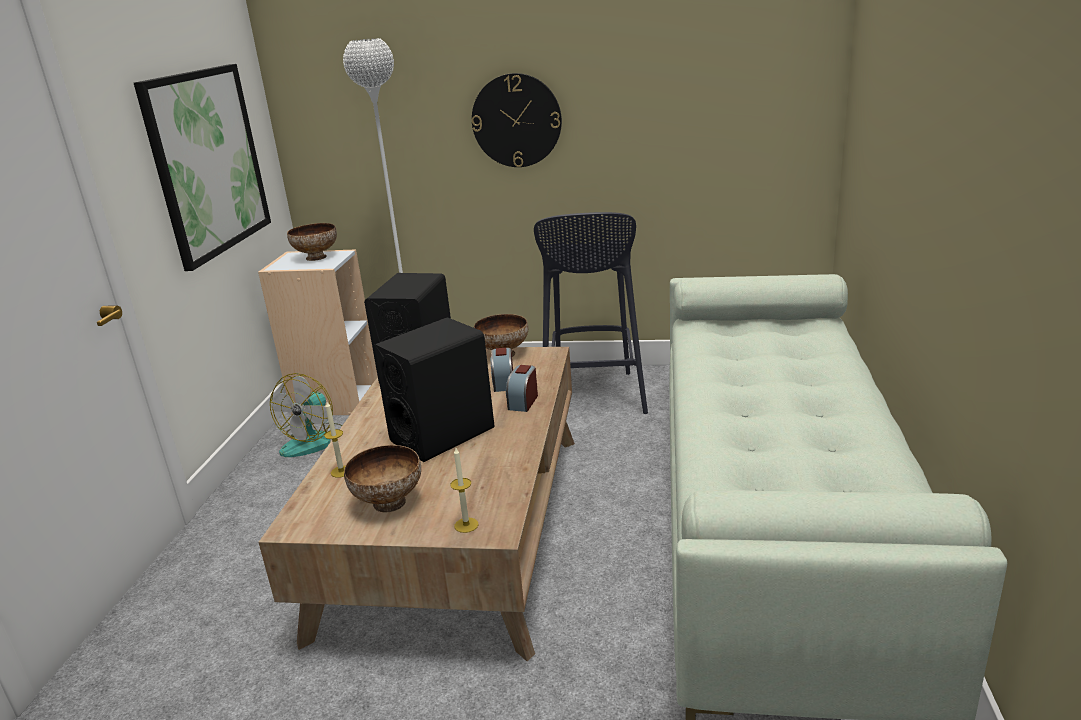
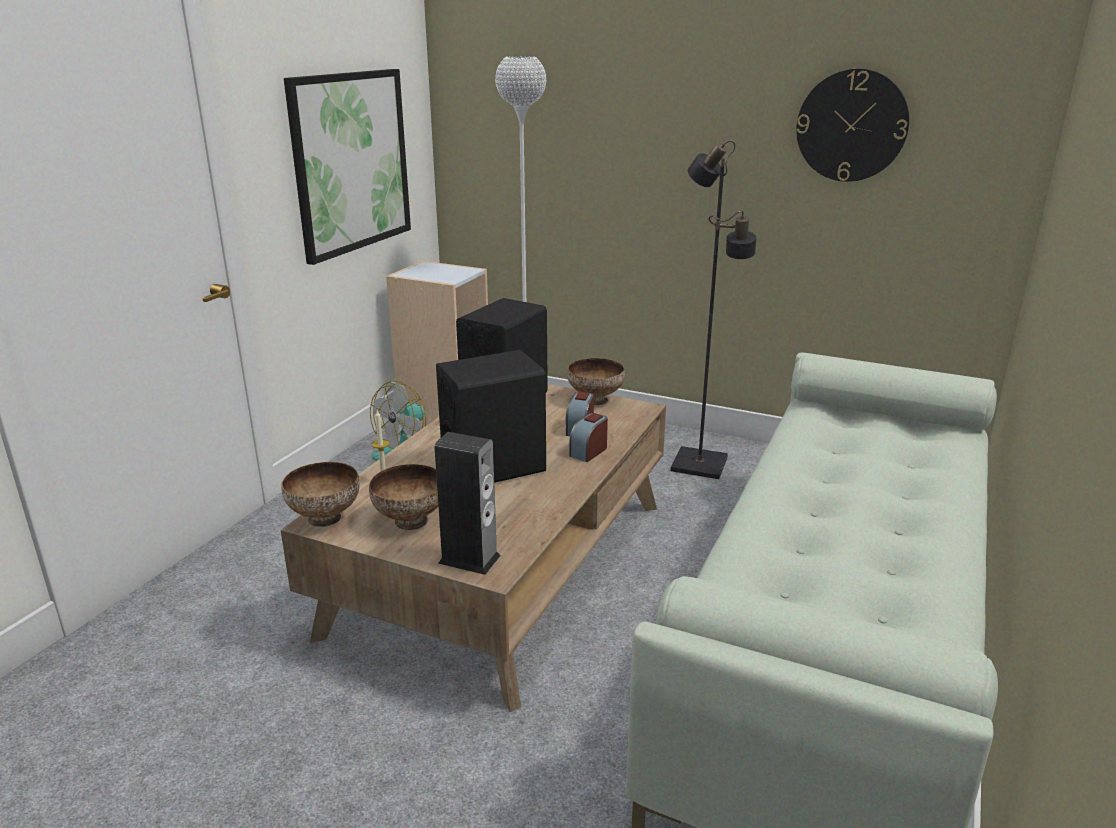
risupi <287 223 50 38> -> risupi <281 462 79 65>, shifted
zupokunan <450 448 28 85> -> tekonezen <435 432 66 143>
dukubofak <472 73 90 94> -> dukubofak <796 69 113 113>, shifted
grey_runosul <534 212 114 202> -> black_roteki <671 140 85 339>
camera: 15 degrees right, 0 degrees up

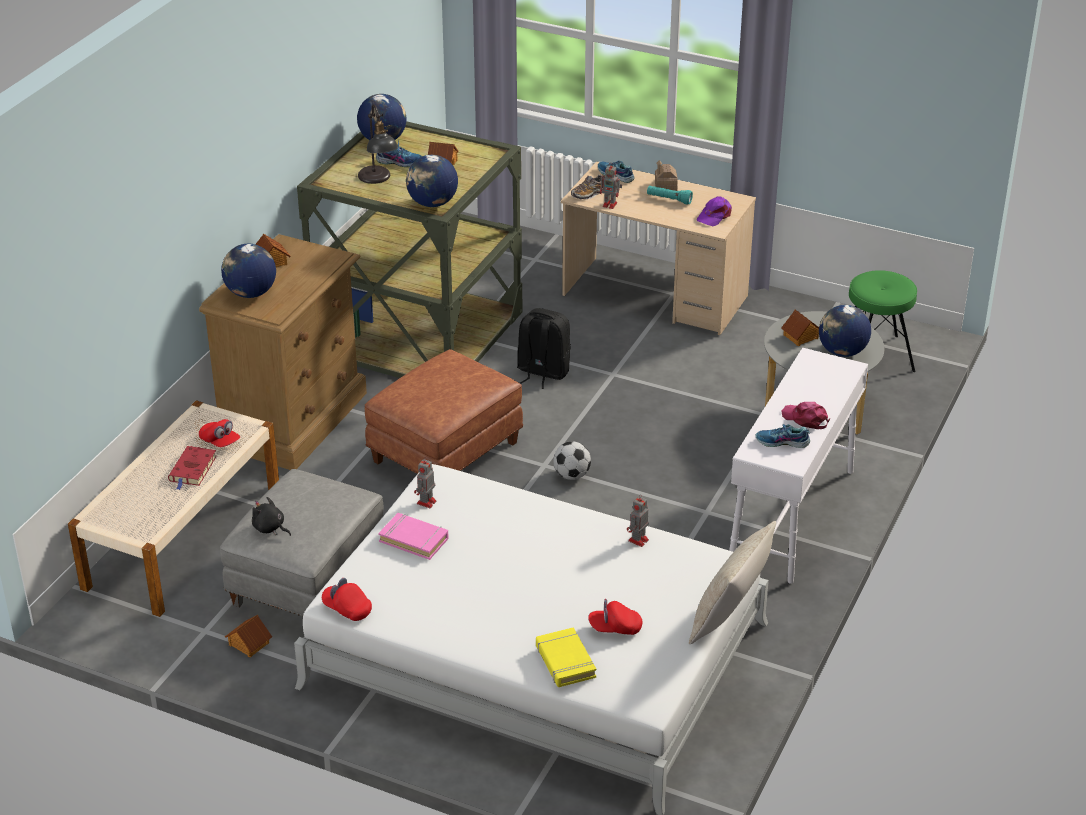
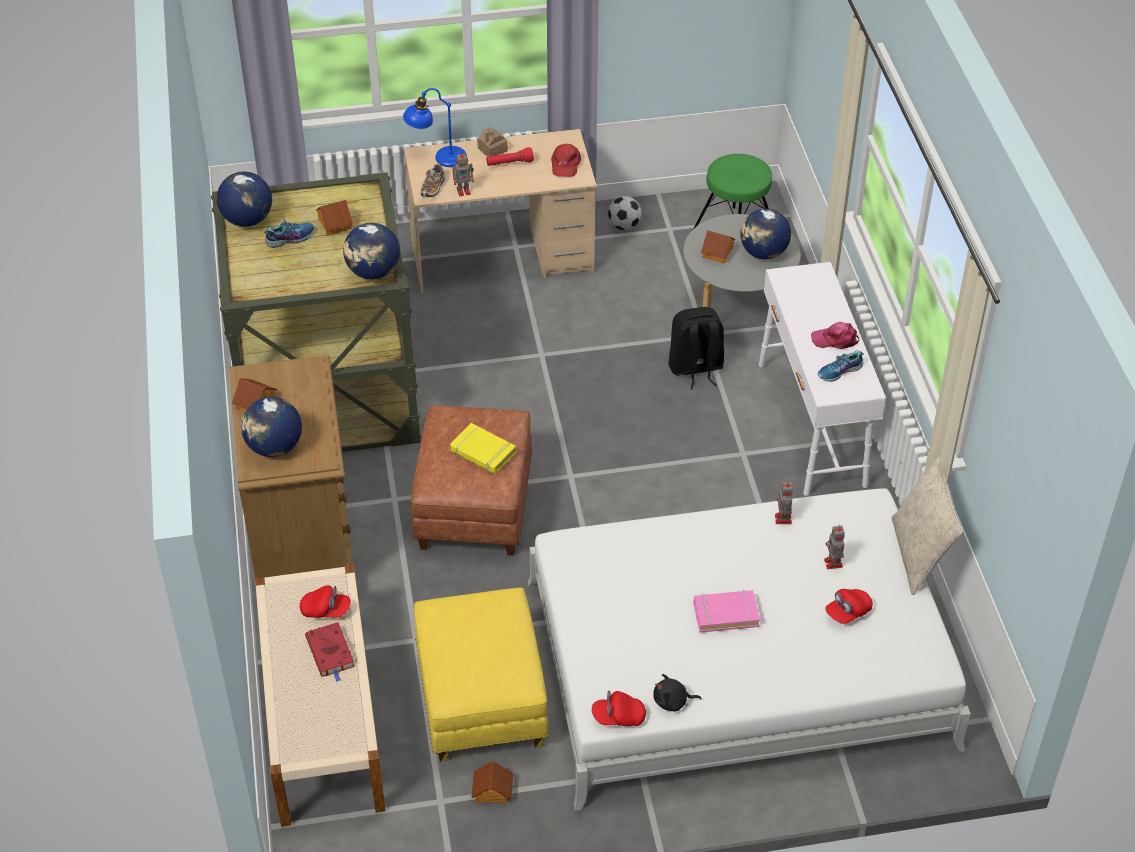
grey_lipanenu <220 469 164 148> -> yellow_lipanenu <414 588 135 174>
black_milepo <252 497 39 39> -> black_milepo <653 674 48 38>, shifted
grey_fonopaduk <358 104 40 80> -> none
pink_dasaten <378 513 71 47> -> pink_dasaten <694 590 66 43>, shifted
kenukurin <414 457 23 51> -> kenukurin <824 525 21 44>, shifted
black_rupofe <517 308 54 81> -> black_rupofe <668 307 56 83>, shifted
yellow_dasaten <536 627 60 60> -> yellow_dasaten <450 423 66 51>, shifted
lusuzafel <553 441 38 39> -> lusuzafel <608 196 34 34>, shifted
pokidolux <598 161 37 22> -> blue_fonopaduk <403 88 64 79>
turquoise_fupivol <647 186 46 19> -> red_fupivol <486 147 48 19>
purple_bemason <697 197 35 29> -> red_bemason <551 144 31 33>
camera: 35 degrees left, 10 degrees up

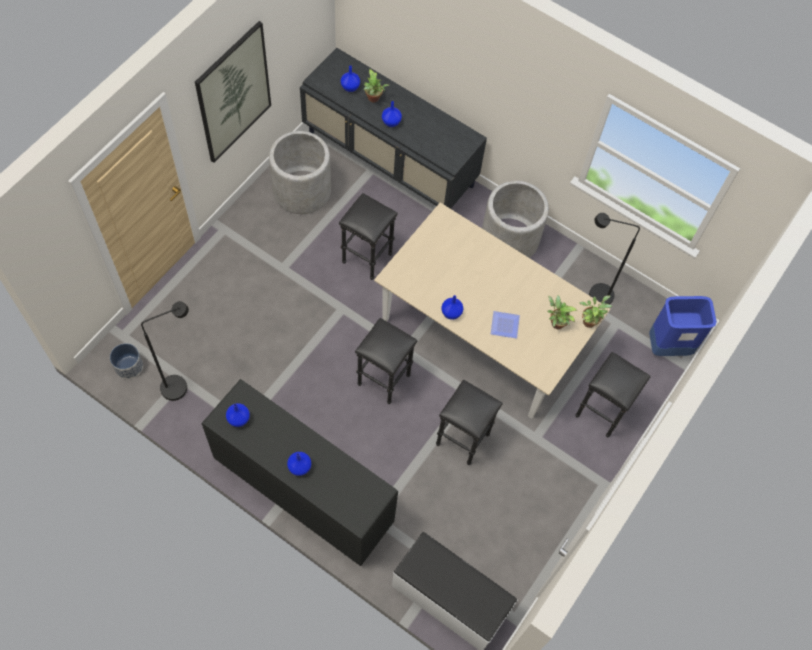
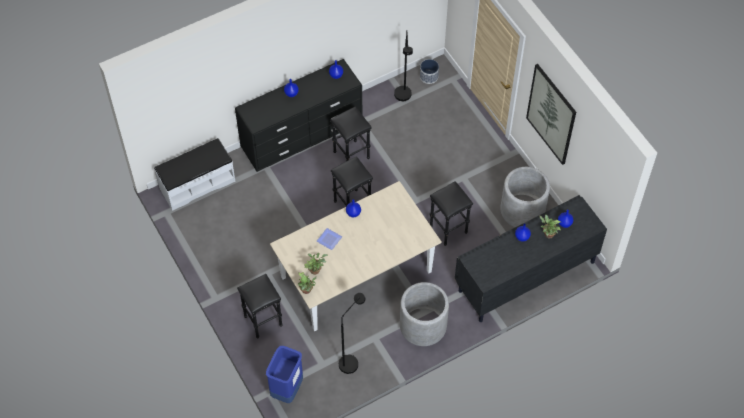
black_runosul <436 380 67 85> -> black_runosul <330 106 42 55>, shifted
camera: 120 degrees right, 5 degrees down

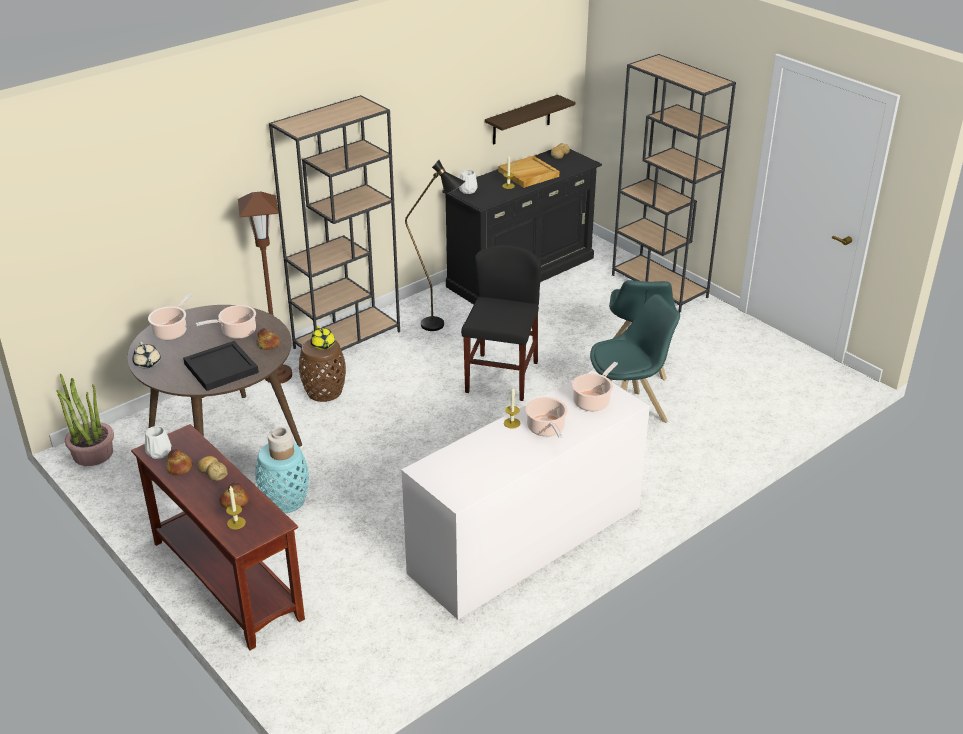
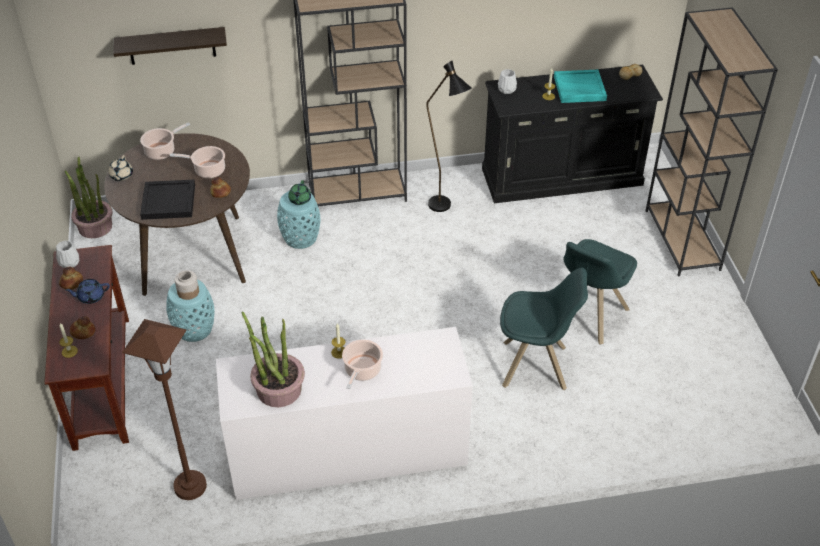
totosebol <198 456 29 25> -> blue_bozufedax <65 279 45 25>
brown_roteki <238 192 54 192> -> brown_roteki <122 319 85 181>, shifted
brown_runosul <299 339 47 63> -> turquoise_runosul <277 191 43 58>
yellow_bozufedax <310 326 25 24> -> green_bozufedax <288 180 23 25>
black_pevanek <461 245 80 156> -> none
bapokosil <485 95 90 49> -> bapokosil <113 27 114 38>, shifted
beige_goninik <498 156 61 32> -> turquoise_goninik <554 70 53 33>
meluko <572 362 46 49> -> none
none -> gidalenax <242 312 63 95>
camera: 30 degrees right, 10 degrees up

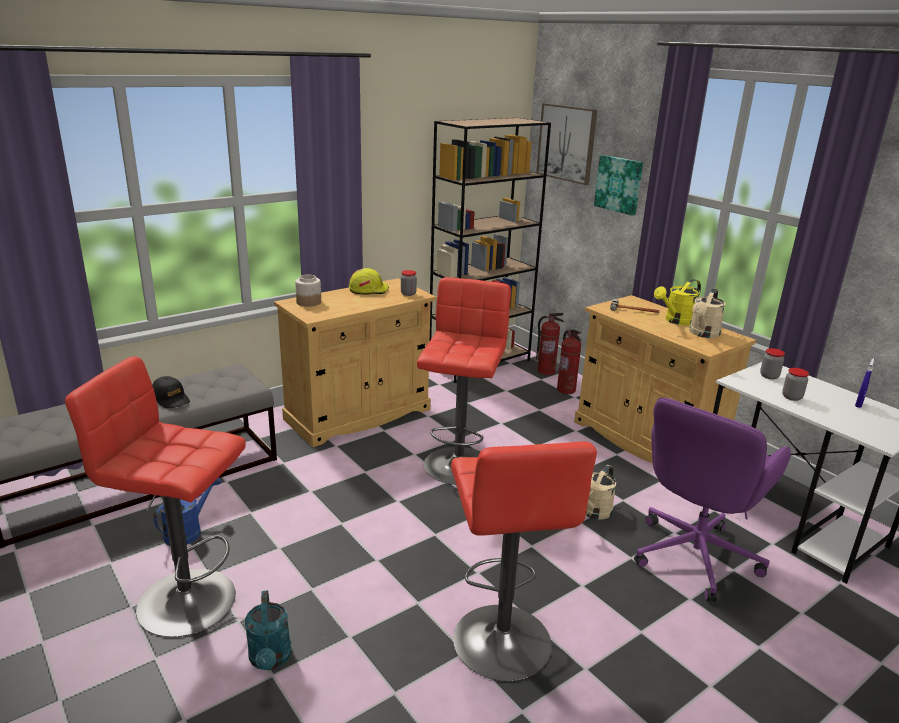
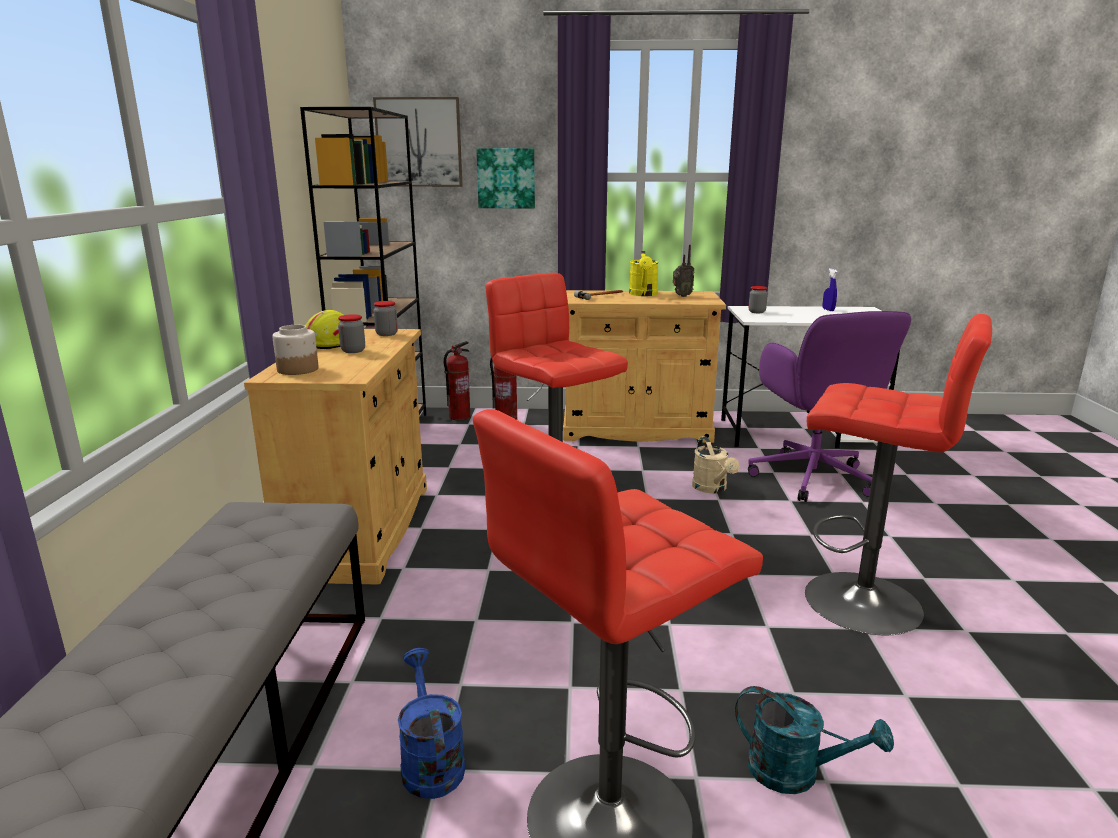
black_bemason <152 376 38 32> -> none
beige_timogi <689 288 37 50> -> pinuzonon <673 245 21 52>
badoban <782 368 27 33> -> badoban <338 314 27 39>, shifted
camera: 50 degrees left, 5 degrees down

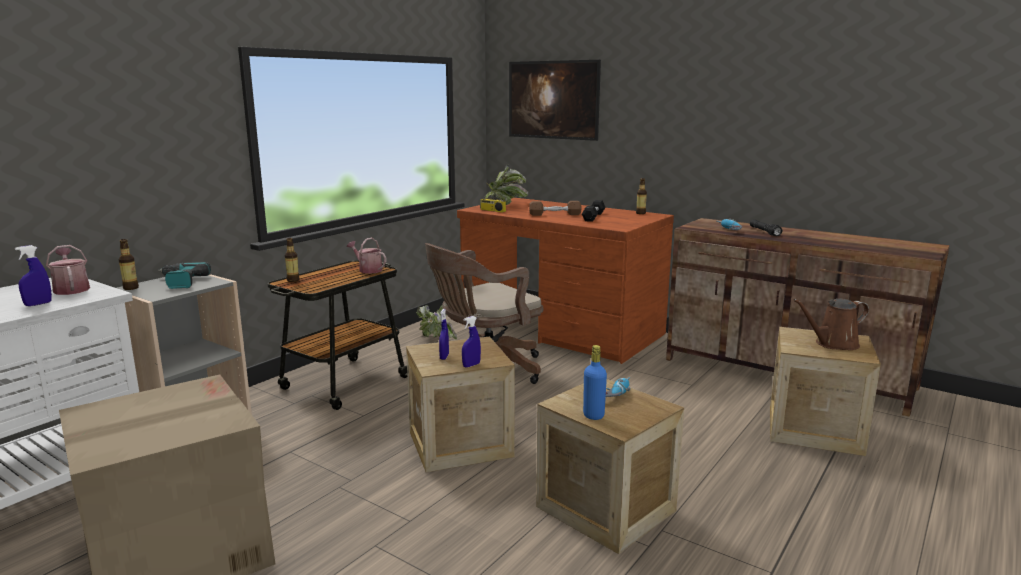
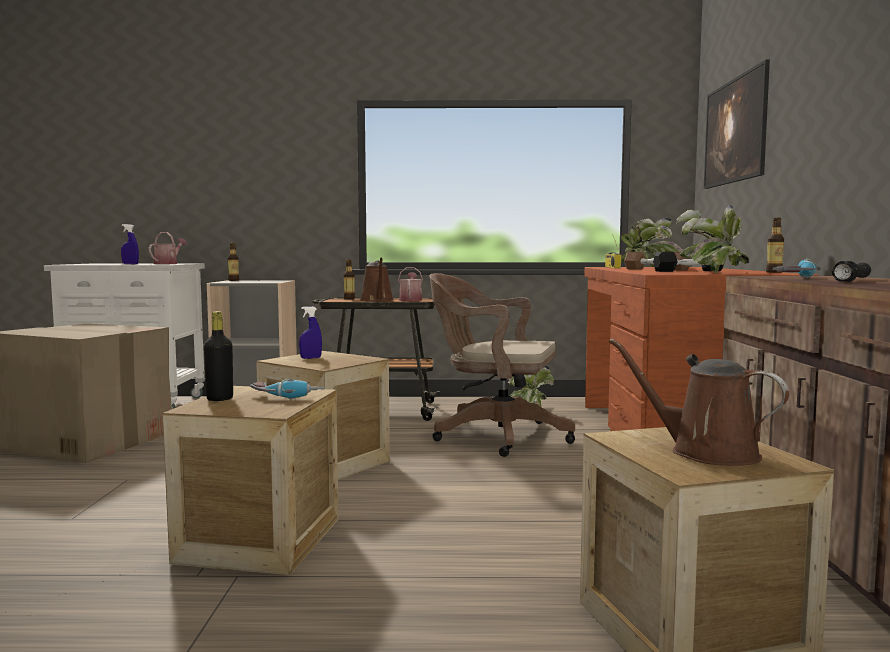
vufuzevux <158 262 53 27> -> none
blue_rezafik <462 316 19 52> -> none
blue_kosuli <583 345 24 75> -> black_kosuli <204 311 29 90>
none -> brown_timogi <360 258 34 44>
none -> gidalenax <676 205 73 68>
camera: 55 degrees right, 10 degrees down

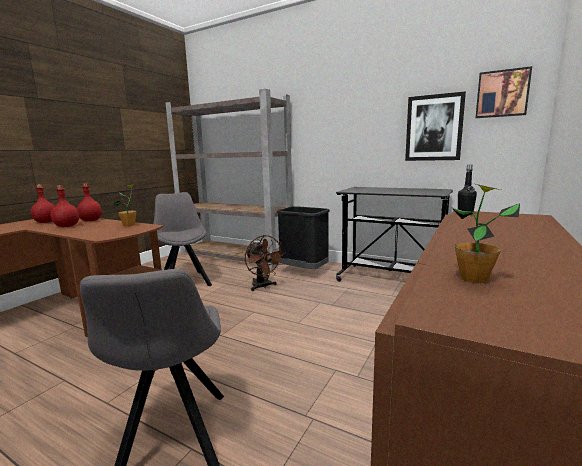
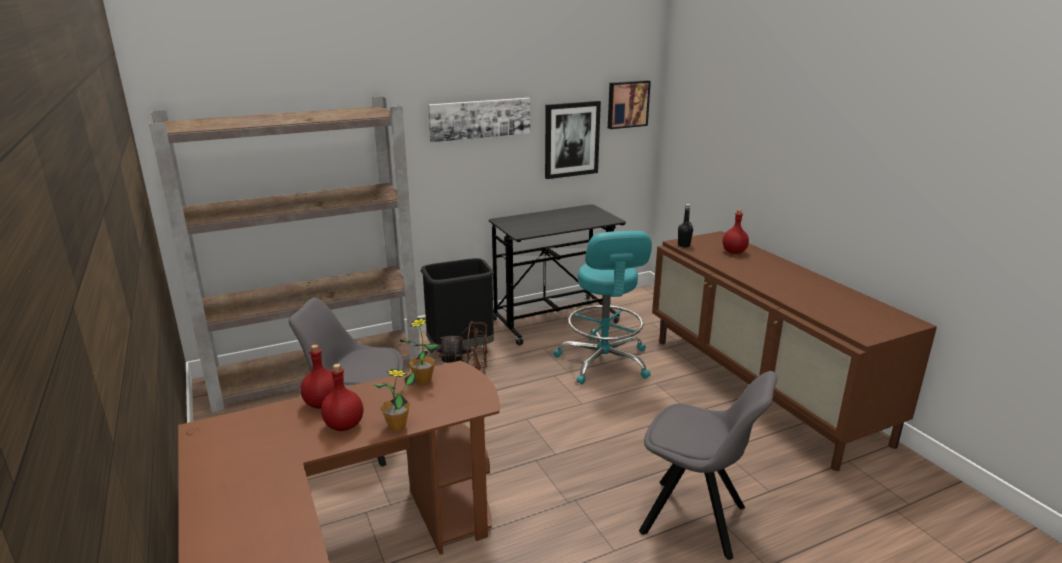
red_kosuli <31 184 24 39> -> red_kosuli <723 209 26 45>, shifted
gidalenax <451 183 69 100> -> gidalenax <371 369 45 62>, shifted
none -> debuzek <428 98 102 44>
none -> turquoise_runosul <553 231 99 153>
camera: 55 degrees left, 10 degrees up

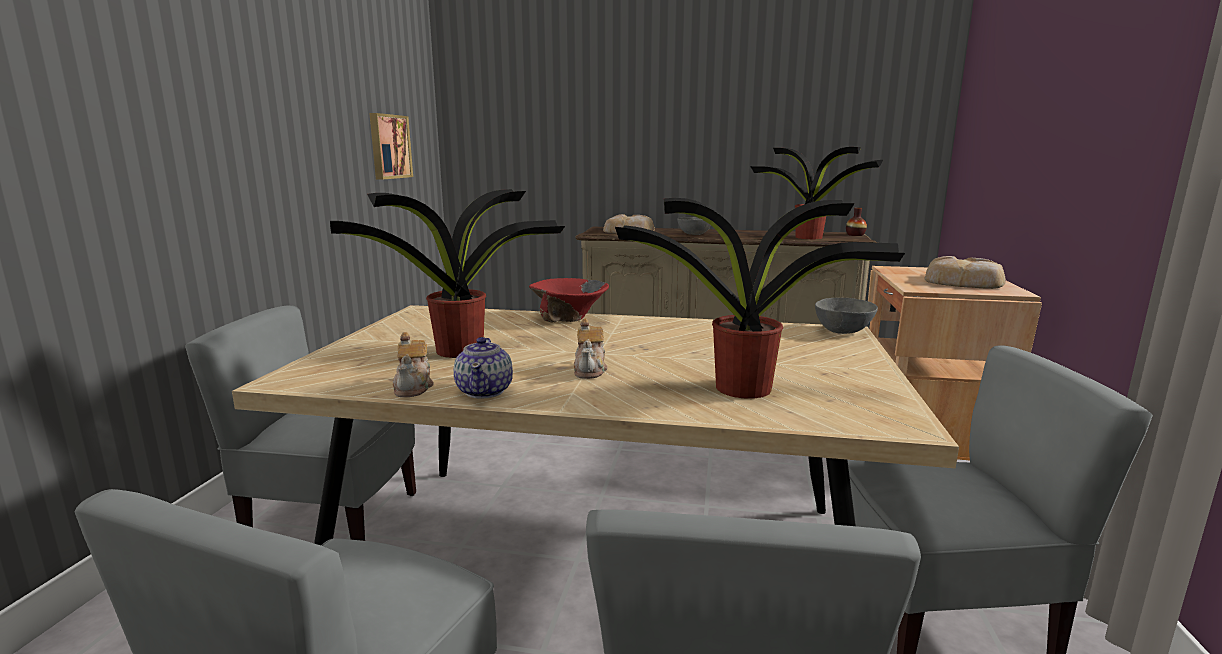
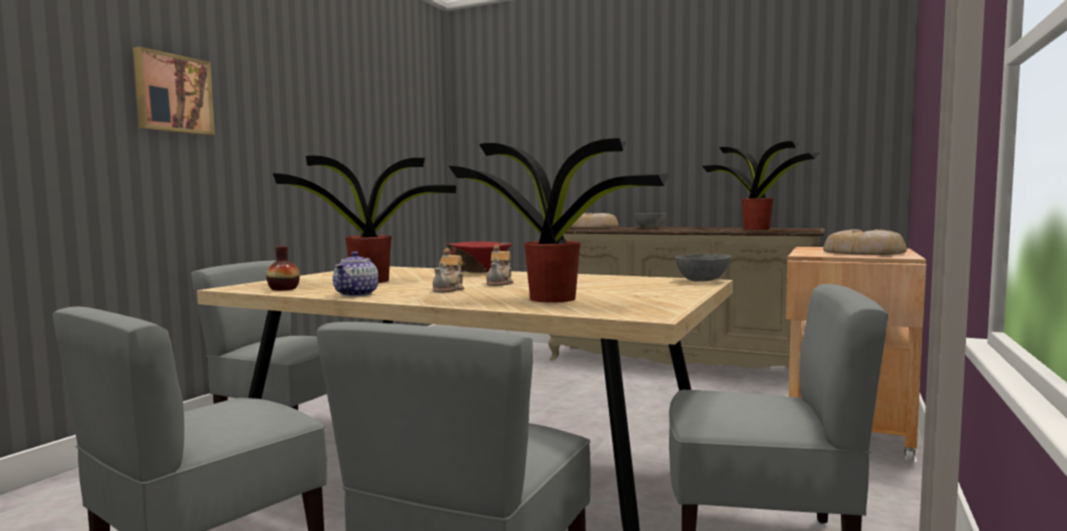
debuzek <369 113 44 67> -> debuzek <133 46 82 89>, shifted
bozufedax <393 332 41 65> -> bozufedax <486 245 27 41>, shifted
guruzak <846 208 21 28> -> guruzak <267 246 33 45>, shifted
camera: 15 degrees right, 10 degrees down

